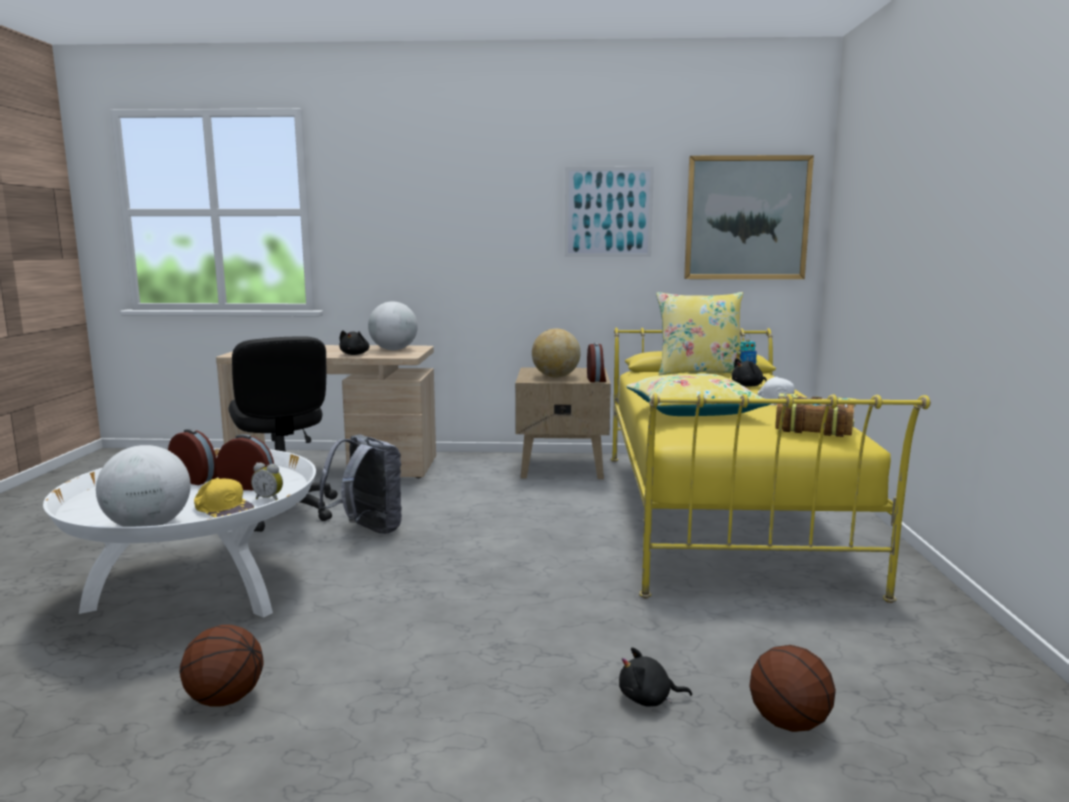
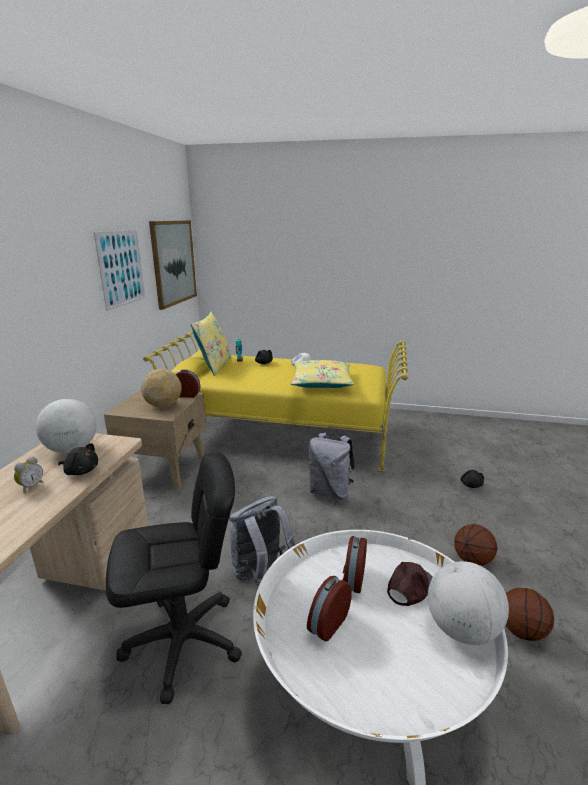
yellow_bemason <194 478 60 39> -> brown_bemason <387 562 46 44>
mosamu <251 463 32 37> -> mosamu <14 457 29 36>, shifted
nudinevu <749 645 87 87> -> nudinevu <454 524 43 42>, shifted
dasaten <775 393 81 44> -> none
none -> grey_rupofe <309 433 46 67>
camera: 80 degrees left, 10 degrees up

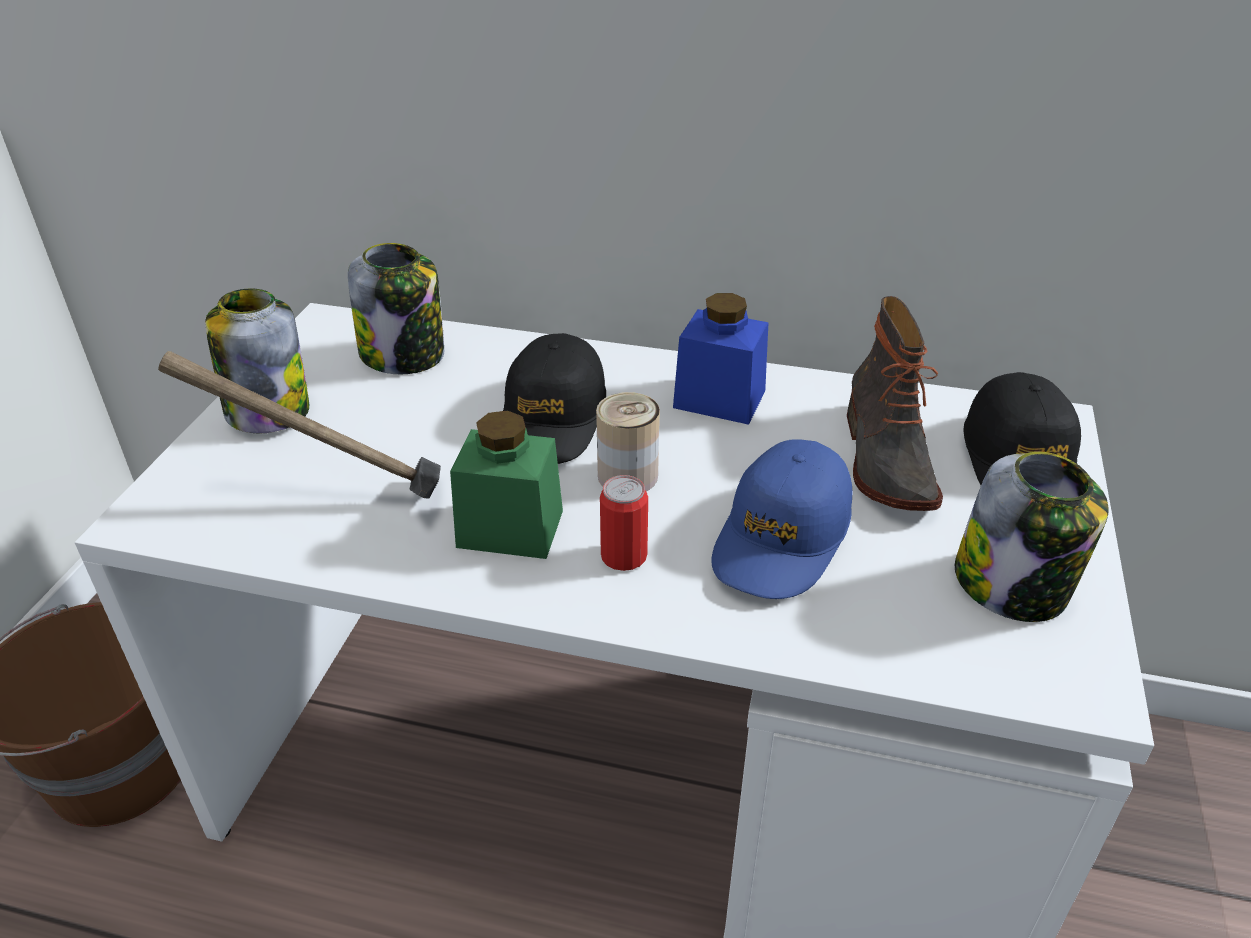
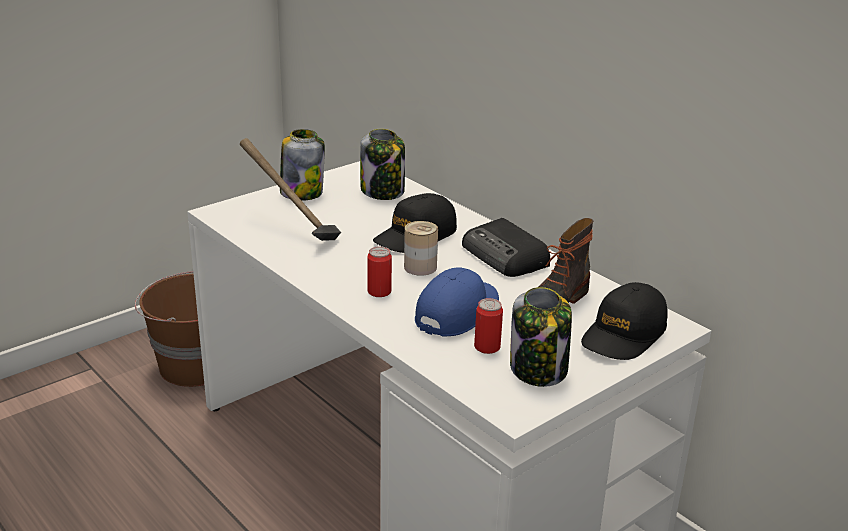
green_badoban <450 410 113 149> -> none
blue_badoban <673 293 96 132> -> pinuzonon <462 218 88 59>
blue_bemason <711 439 141 160> -> blue_bemason <415 267 84 70>, 150 degrees clockwise
none -> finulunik <474 298 29 56>
camera: 35 degrees right, 10 degrees down

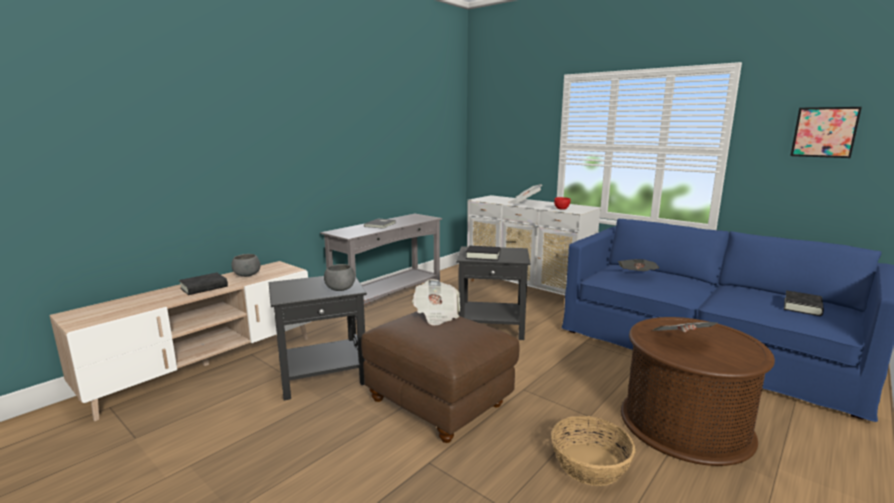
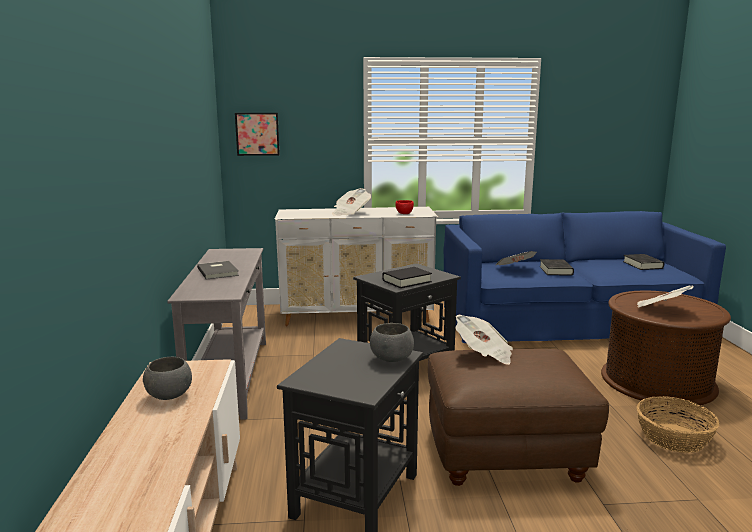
black_dasaten <179 273 49 22> -> black_dasaten <540 259 34 16>, shifted
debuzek <790 107 72 51> -> debuzek <235 113 44 43>, shifted
camera: 45 degrees left, 0 degrees up

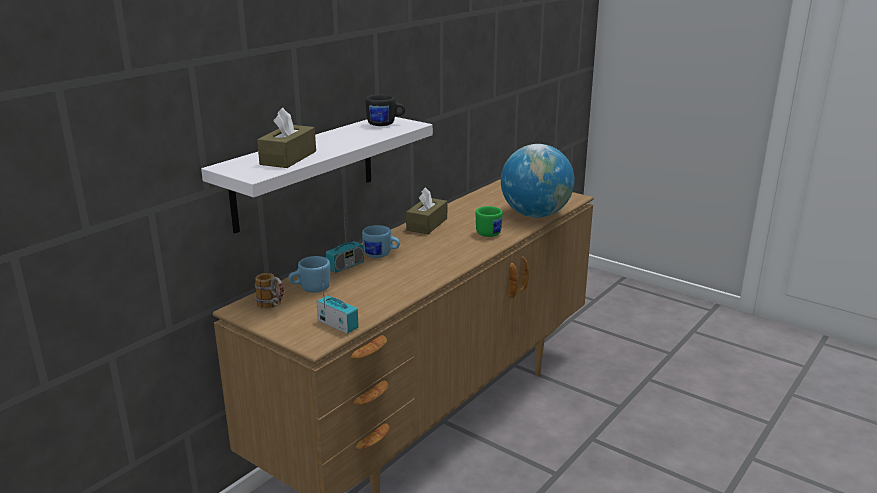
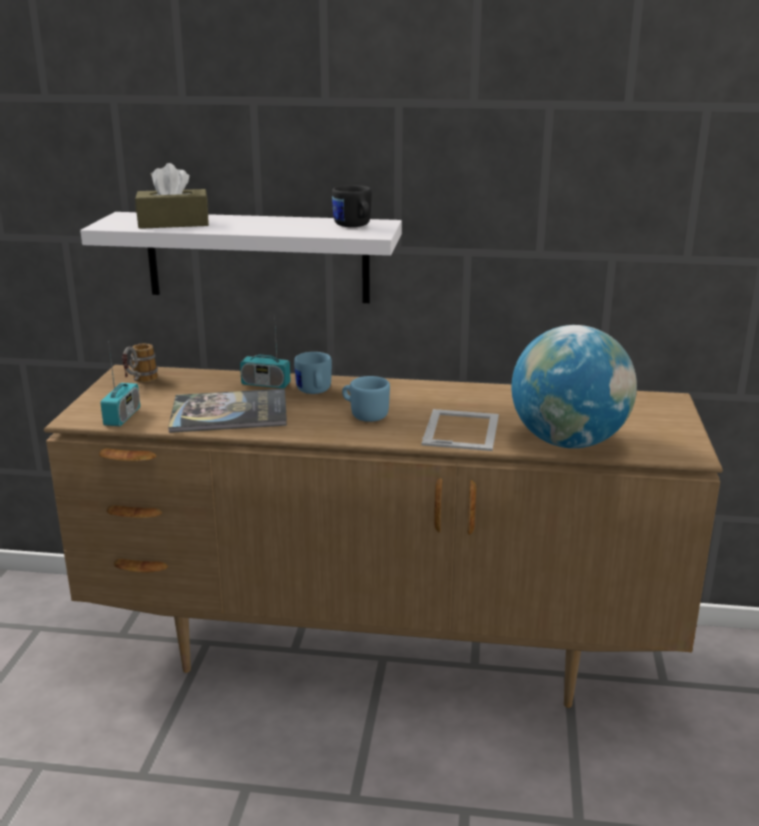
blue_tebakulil <288 256 42 37> -> blue_tebakulil <342 376 48 46>, shifted
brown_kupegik <406 187 41 47> -> none
green_tebakulil <476 206 27 31> -> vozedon <421 409 78 42>
none -> dasaten <168 389 119 44>
camera: 60 degrees right, 0 degrees up

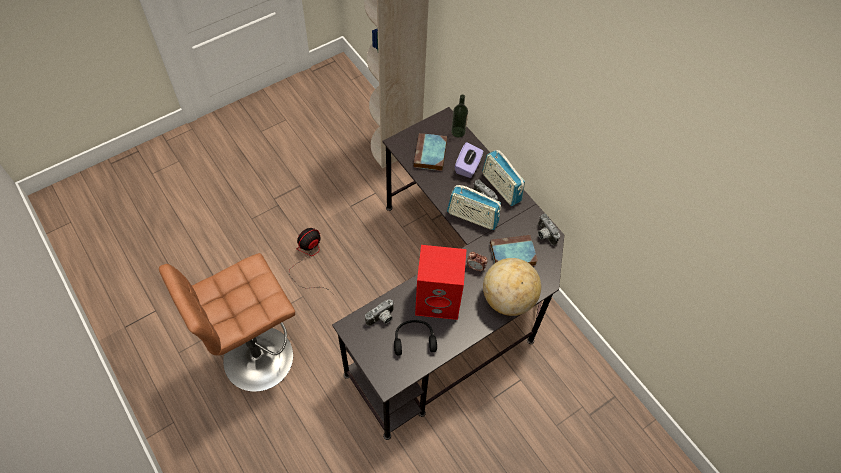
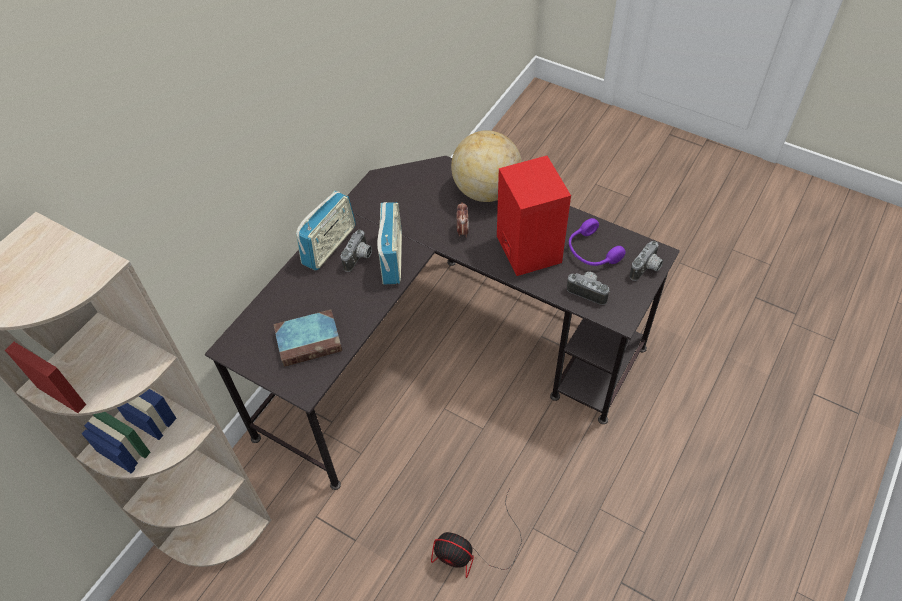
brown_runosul <159 253 136 139> -> none
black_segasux <394 320 43 35> -> purple_segasux <569 218 56 48>
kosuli <451 94 17 44> -> none
purple_kupegik <455 142 28 36> -> none
dasaten <490 235 48 31> -> none
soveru <538 214 22 31> -> soveru <630 241 33 40>, shifted
camera: 110 degrees left, 5 degrees down

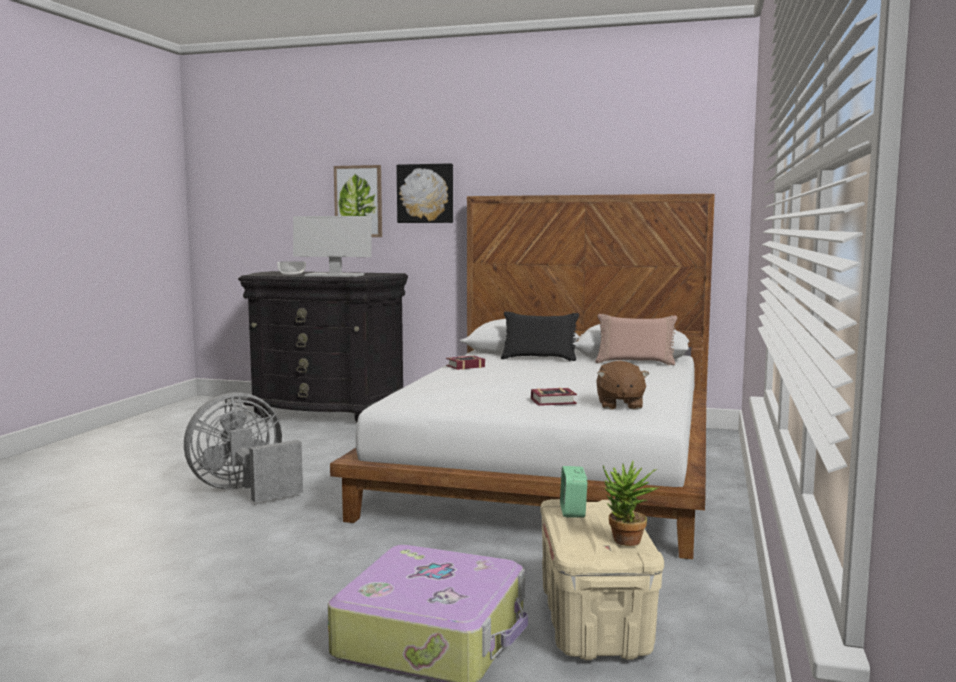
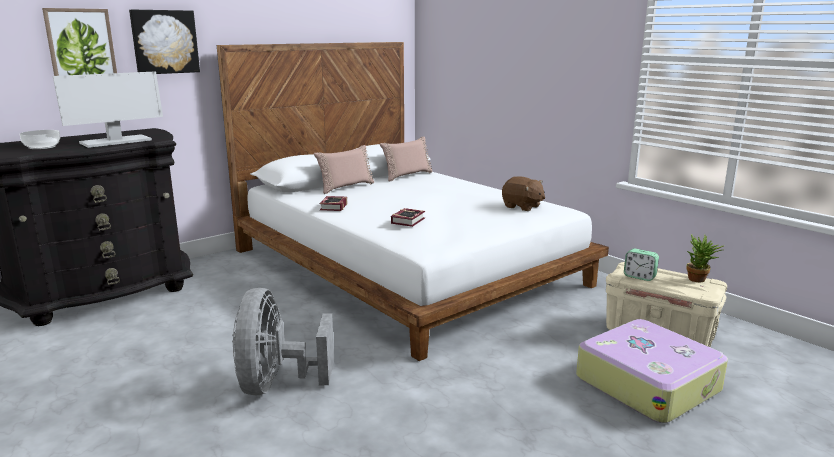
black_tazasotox <501 312 78 50> -> beige_tazasotox <314 145 60 49>
dasaten <531 388 46 18> -> dasaten <391 208 34 19>, shifted
camera: 55 degrees left, 10 degrees up

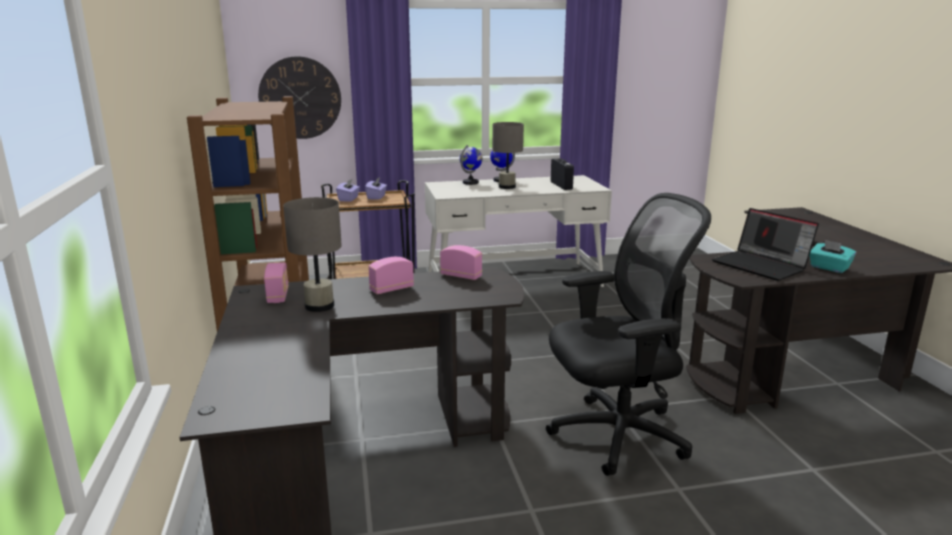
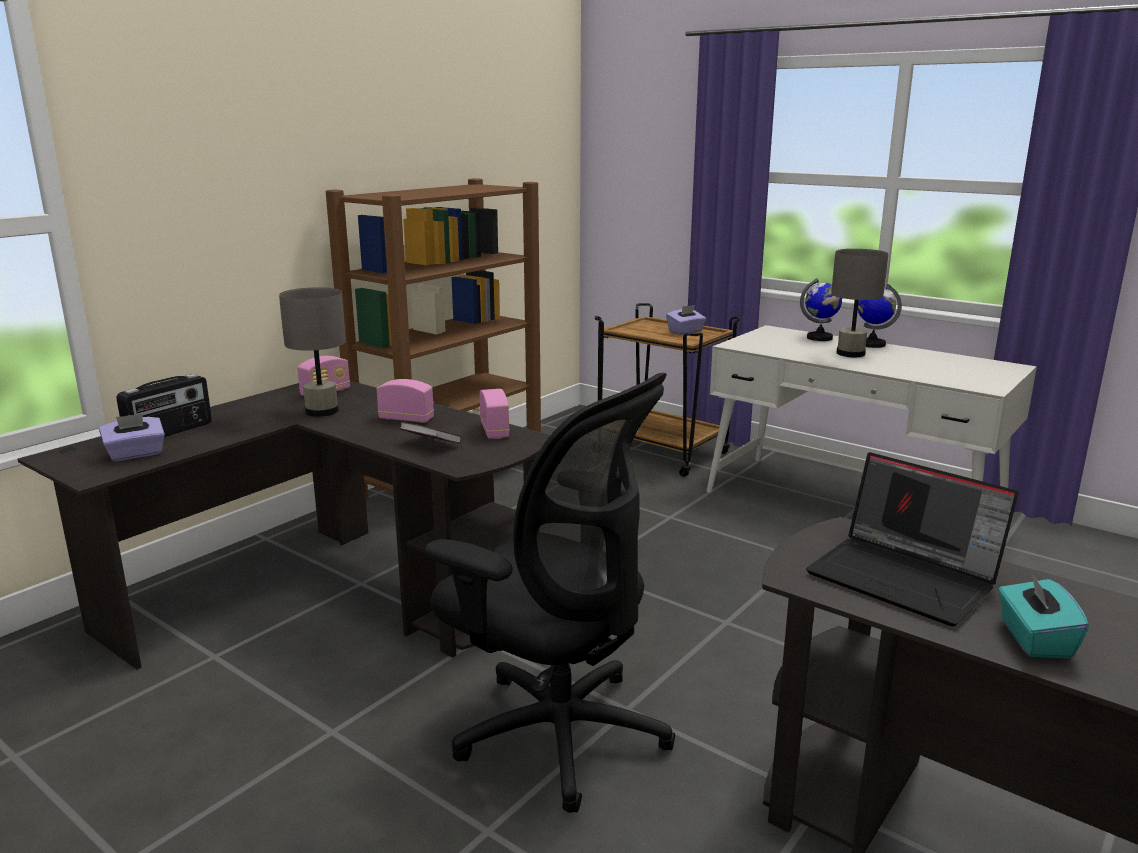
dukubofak <258 56 83 83> -> none
purple_kupegik <336 178 24 24> -> purple_kupegik <99 414 66 47>, shifted
pinuzonon <551 158 23 32> -> pinuzonon <116 374 96 63>, shifted
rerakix <712 208 107 73> -> rerakix <806 452 213 174>, 60 degrees counterclockwise
none -> dasaten <400 422 62 22>
camera: 50 degrees right, 0 degrees up

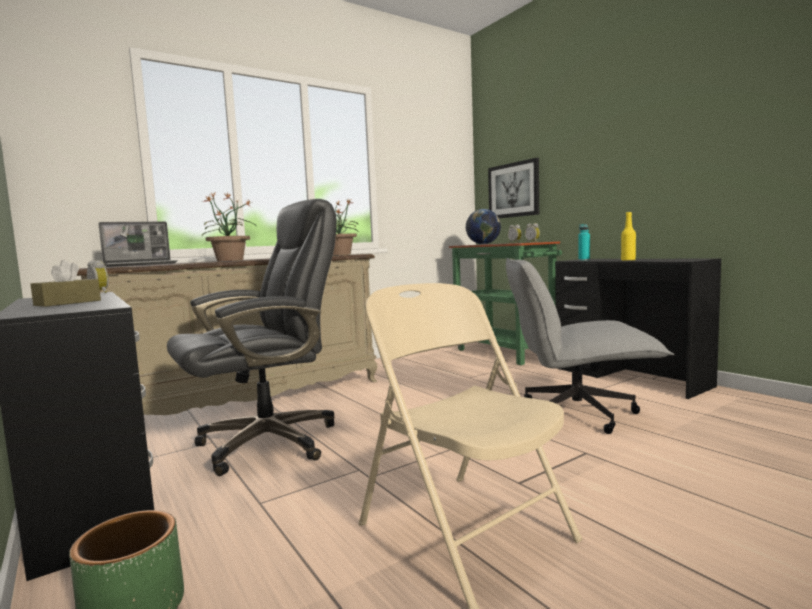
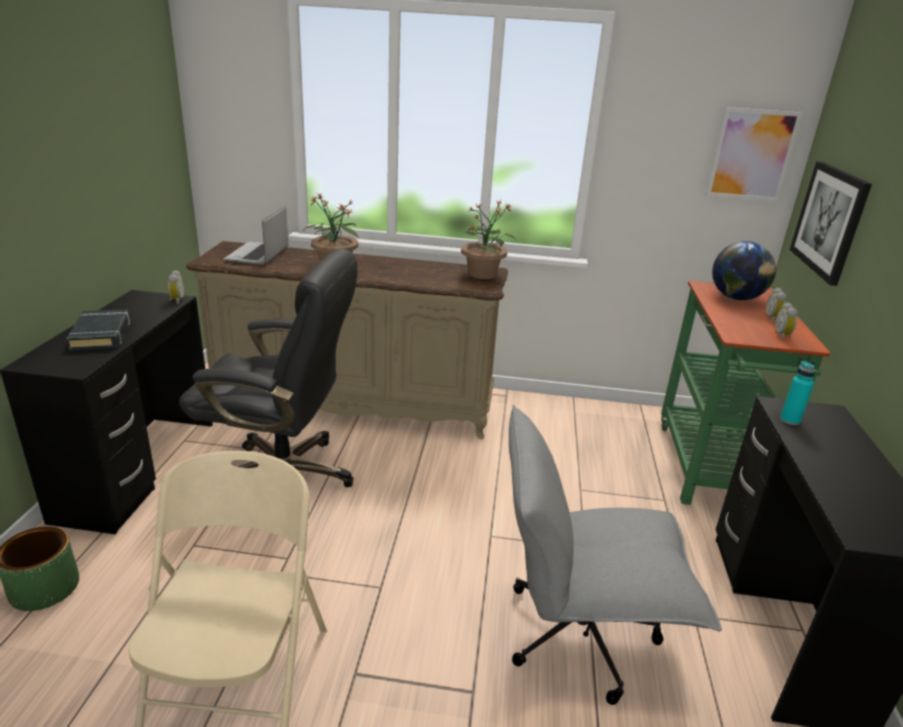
brown_kupegik <30 260 71 47> -> black_dasaten <66 309 64 42>
rerakix <98 222 80 45> -> rerakix <224 206 64 60>, 90 degrees clockwise
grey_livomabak <506 258 168 176> -> grey_livomabak <509 405 213 300>, 45 degrees counterclockwise
yellow_kosuli <621 212 15 49> -> none
none -> debuzek <706 107 97 95>
camera: 40 degrees right, 20 degrees up

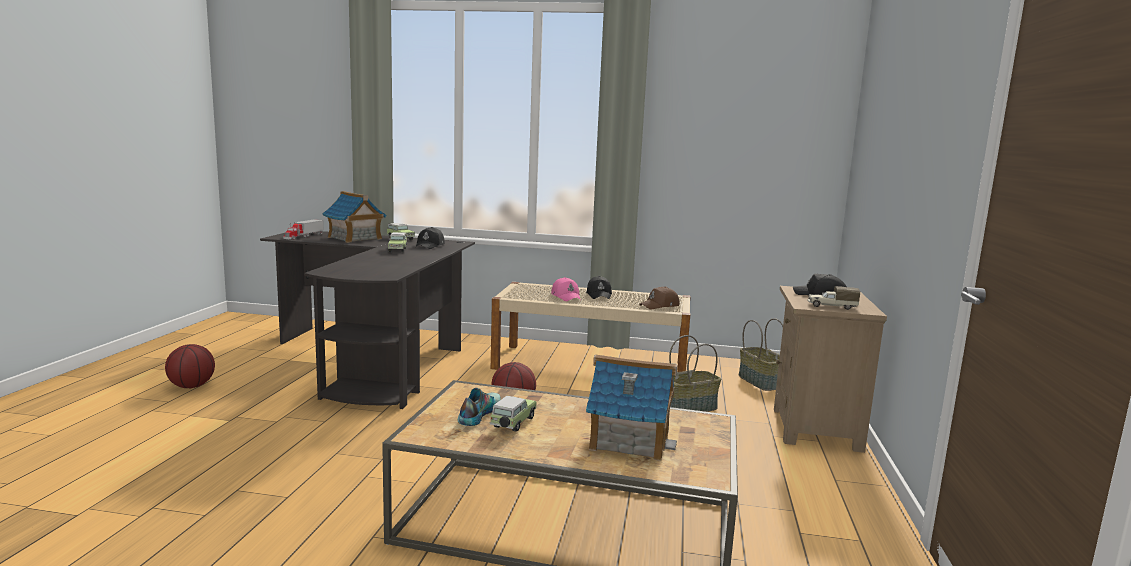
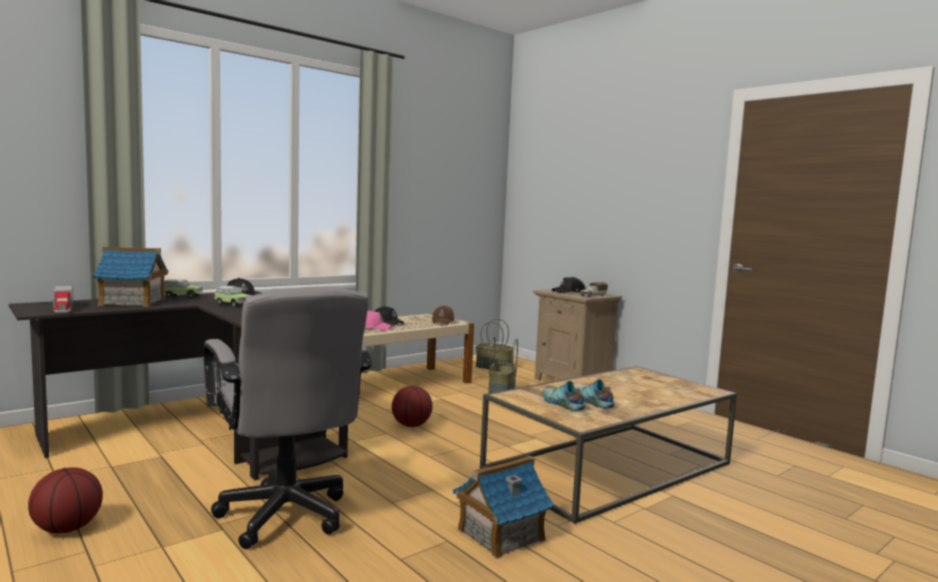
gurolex <489 396 48 36> -> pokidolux <574 379 41 30>
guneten <586 354 92 107> -> guneten <453 456 101 103>, shifted
none -> grey_livomabak <204 288 168 261>
camera: 50 degrees left, 5 degrees down

